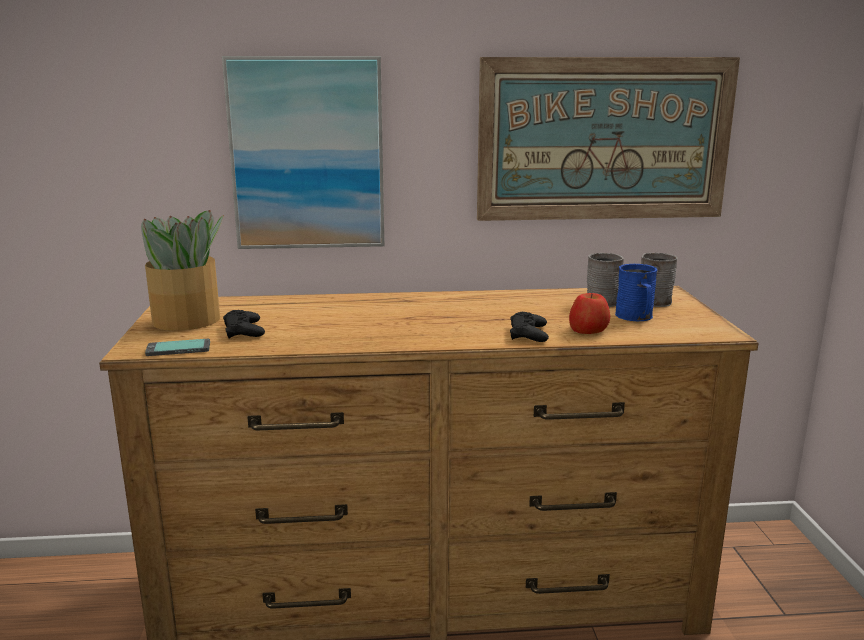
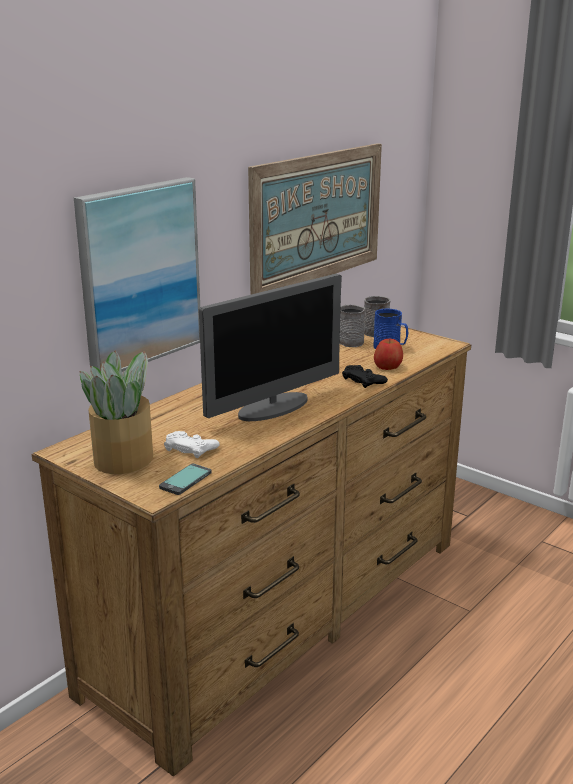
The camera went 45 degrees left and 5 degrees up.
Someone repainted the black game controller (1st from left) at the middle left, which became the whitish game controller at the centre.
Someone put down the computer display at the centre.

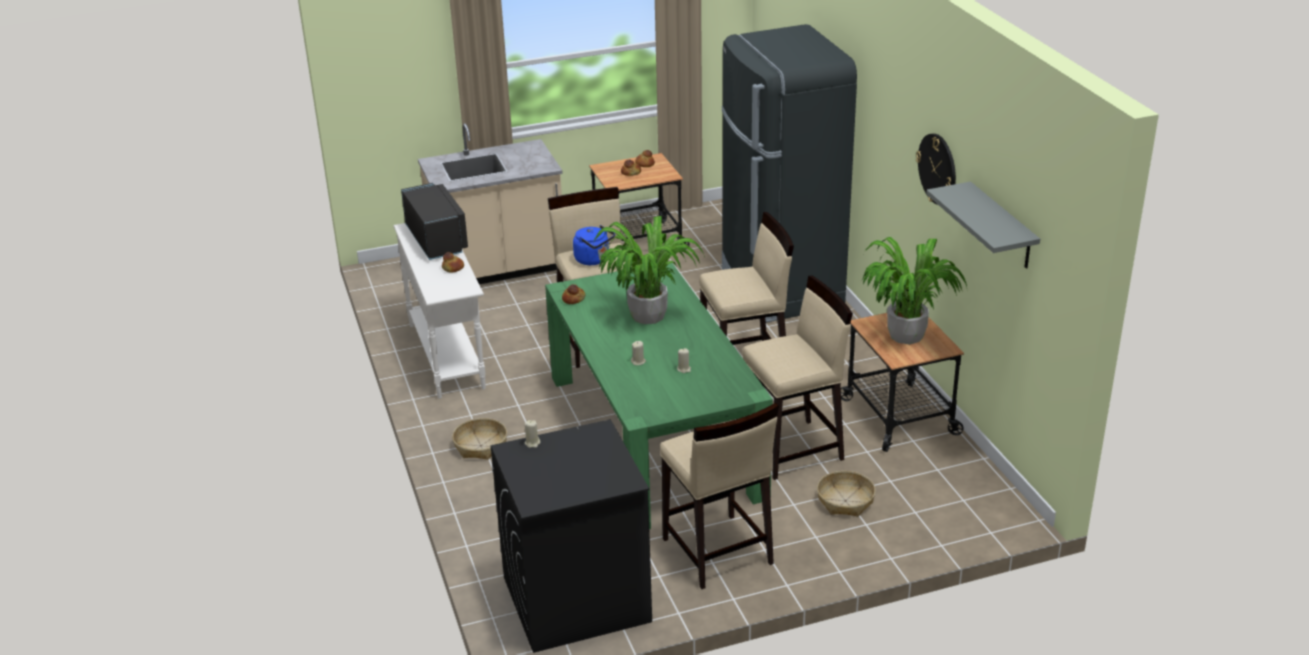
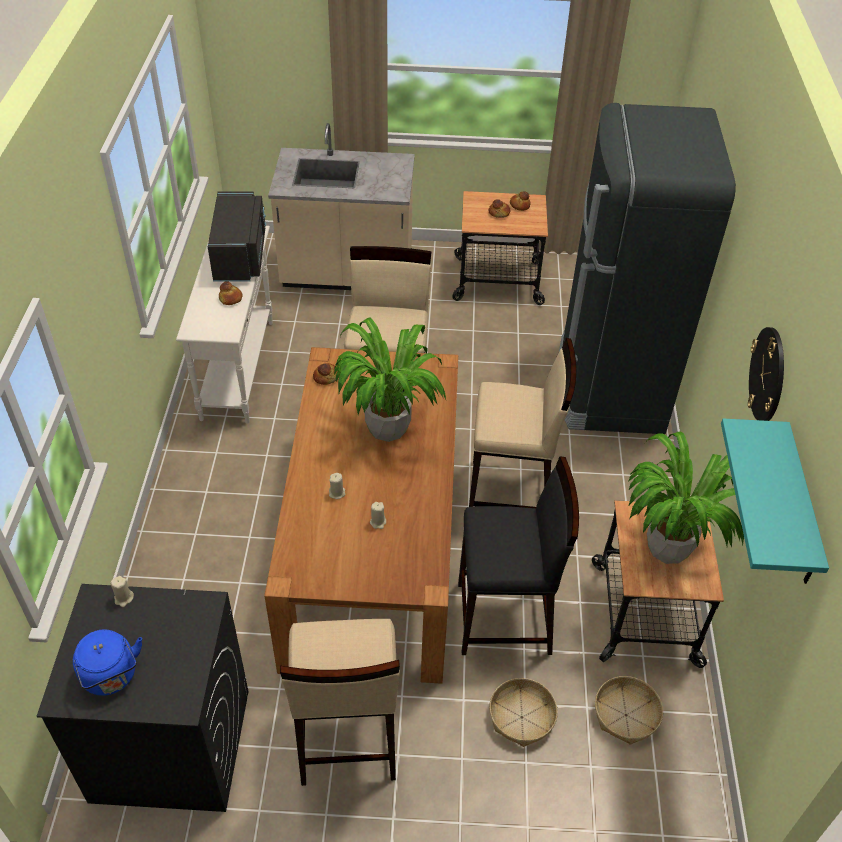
The camera went 20 degrees right and 15 degrees up.
Someone repainted the grey bracket shelf at the middle right, which became the turquoise-coloured bracket shelf at the middle right.
Someone carried the bluish kettle from the centre to the bottom left.
Someone repainted the greenish dining table at the centre, which became the brownish dining table at the centre.
Someone repainted the sand-coloured sitting stool (4th from left) at the centre, which became the black sitting stool at the centre.
Someone carried the household basket (1st from left in the first image) from the bottom centre to the bottom right.

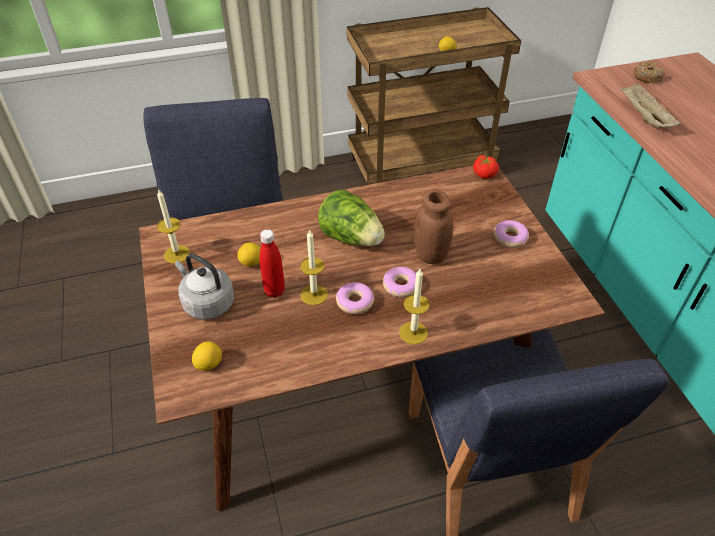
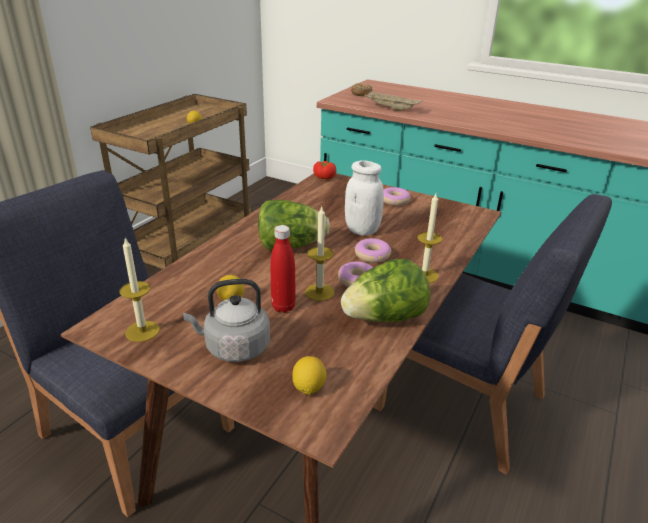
The camera went 45 degrees left and 15 degrees down.
Someone repainted the brownish jar at the centre, which became the whitish jar at the centre.
Someone put down the head of lettuce (2nd from left) at the centre.

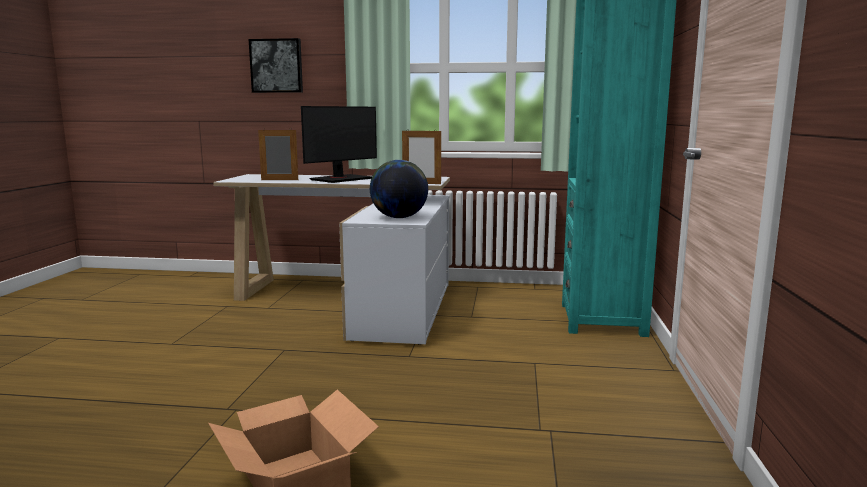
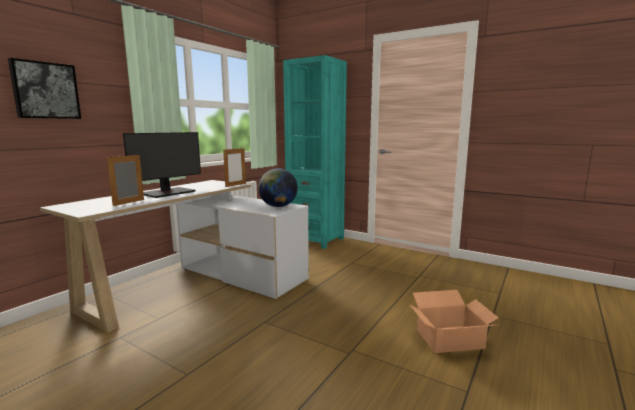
The camera went 65 degrees left and 0 degrees up.
Someone rotated the computer display at the top centre by 60 degrees clockwise.

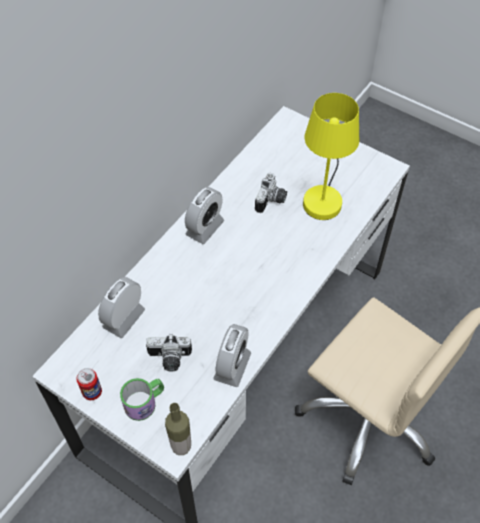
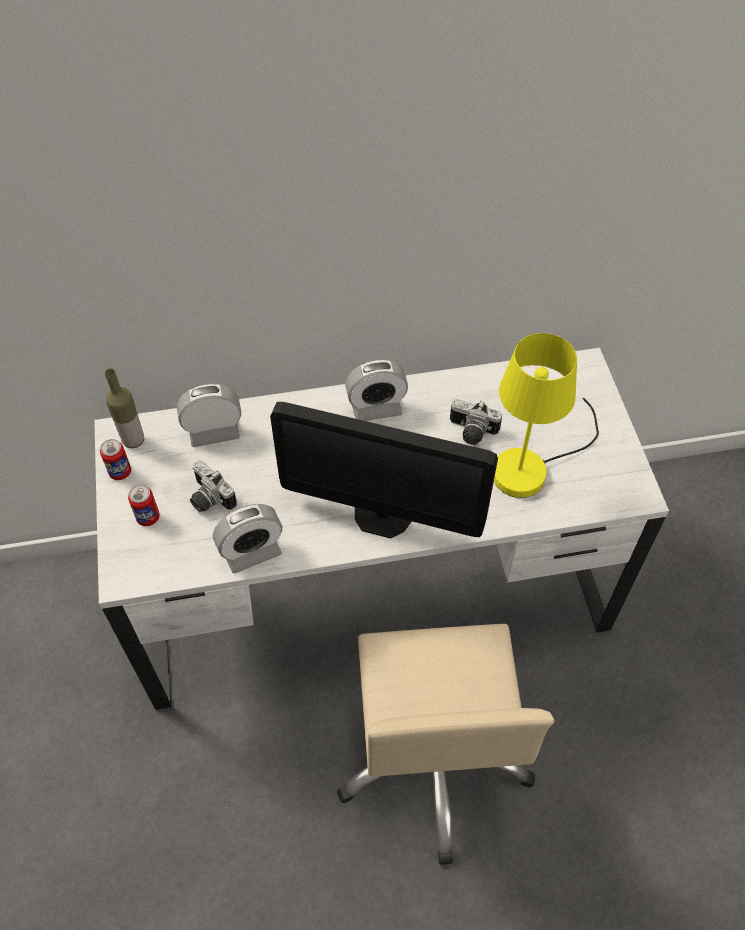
The camera went 45 degrees right and 0 degrees up.
Someone rotated the still camera (2nd from left) at the centre by 45 degrees clockwise.
Someone swapped the coffee mug at the bottom left for the metal can (2nd from left) at the middle left.
Someone carried the drink bottle from the bottom centre to the middle left.
Someone put down the computer display at the centre.

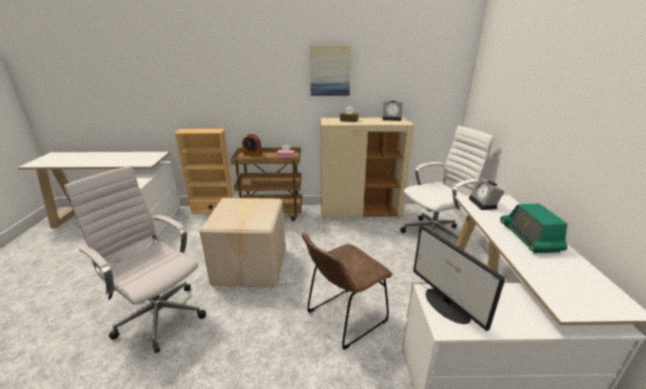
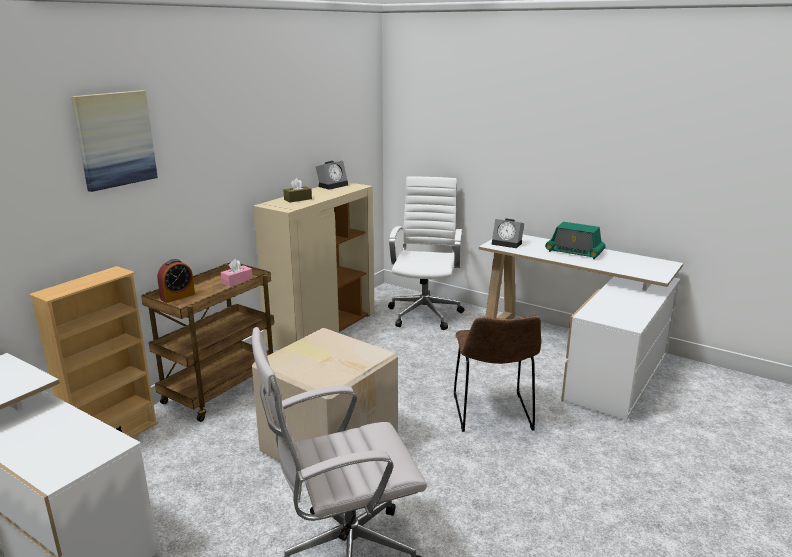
The camera went 55 degrees left and 5 degrees down.
Someone carried the wall picture from the top centre to the top left.
Someone took away the computer display at the bottom right.

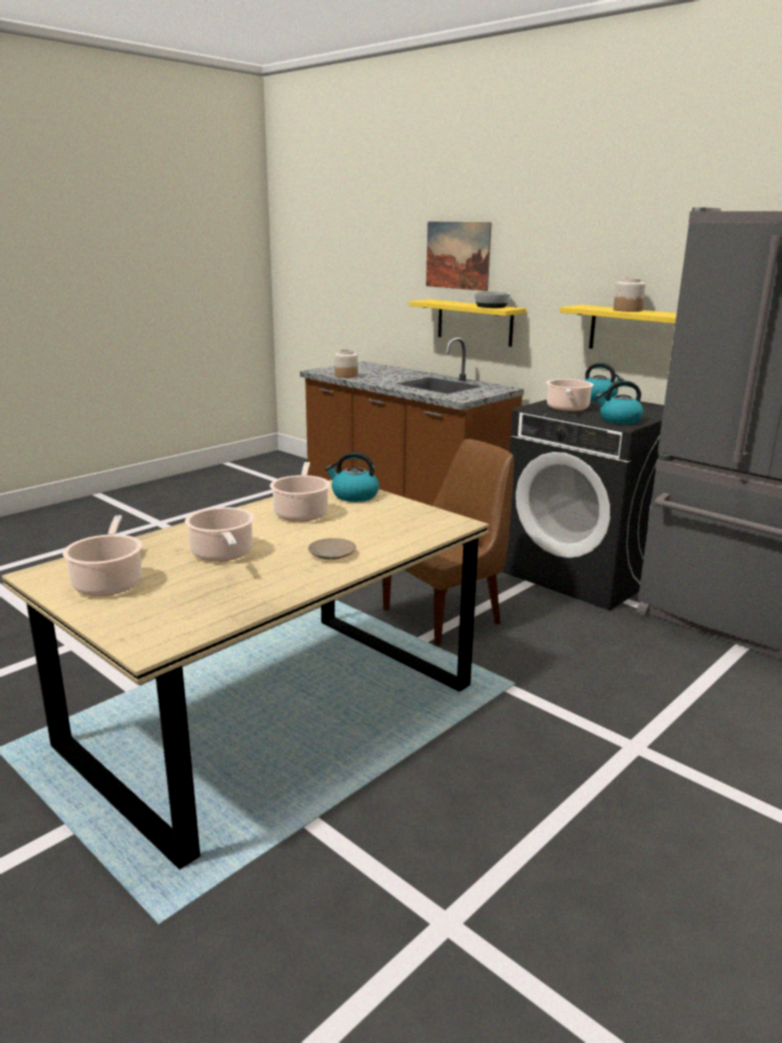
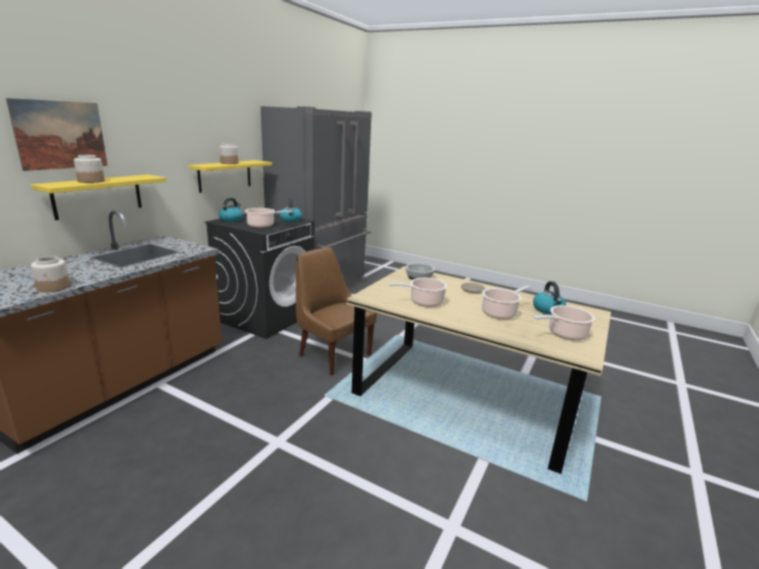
The camera went 105 degrees left and 0 degrees up.
Someone carried the bowl from the top centre to the centre.
Someone carried the kettle (1st from left in the first image) from the centre to the middle right.
Someone put down the jar (2nd from left) at the top left.

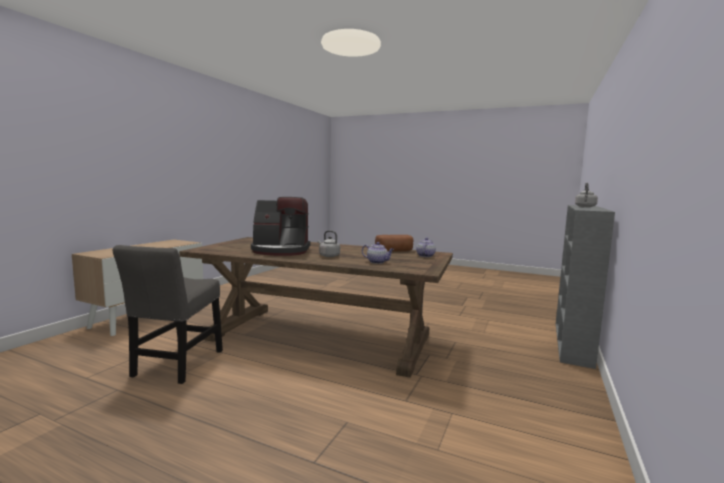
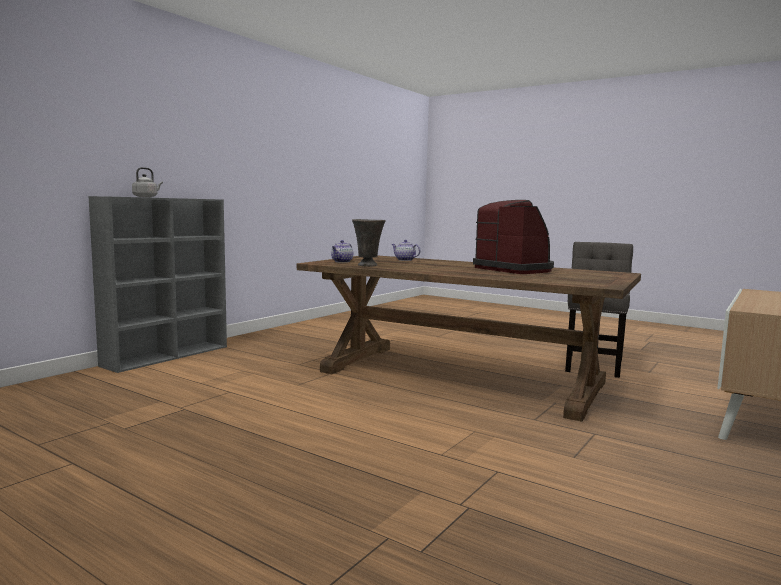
The camera went 170 degrees left and 0 degrees up.
Someone rotated the coffee brewer at the centre by 45 degrees clockwise.
Someone took away the grey kettle (1st from left) at the centre.
Someone swapped the bread at the centre for the grey flower vase at the centre.

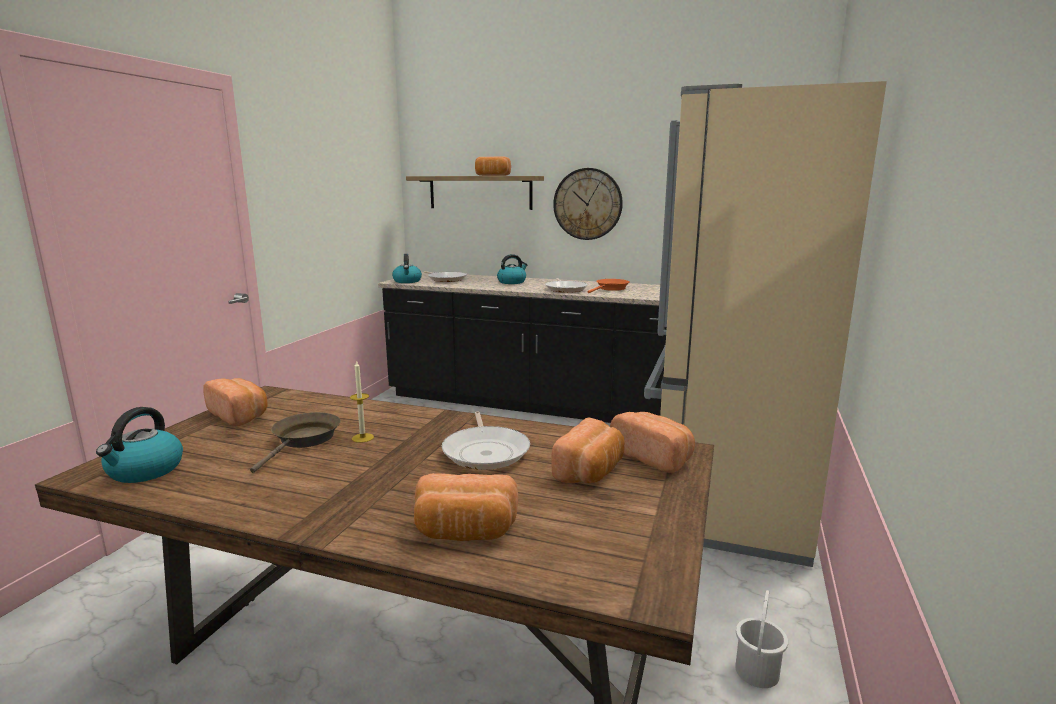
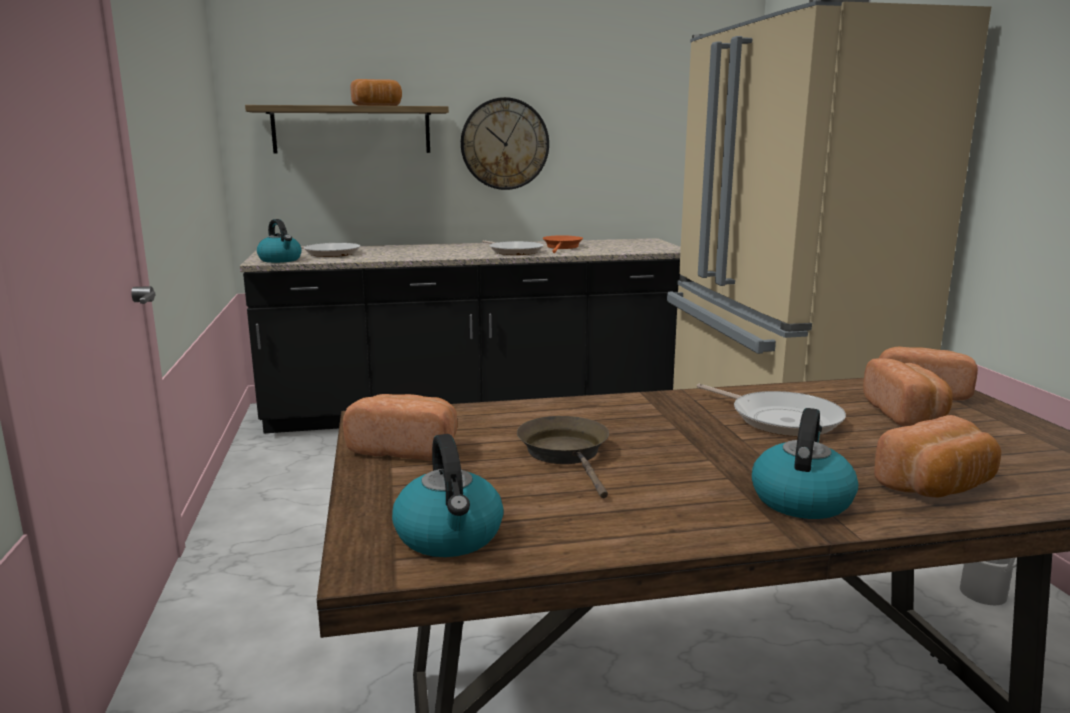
The camera went 30 degrees left and 0 degrees up.
Someone carried the kettle (3rd from left) from the centre to the middle right.
Someone took away the candle at the centre.

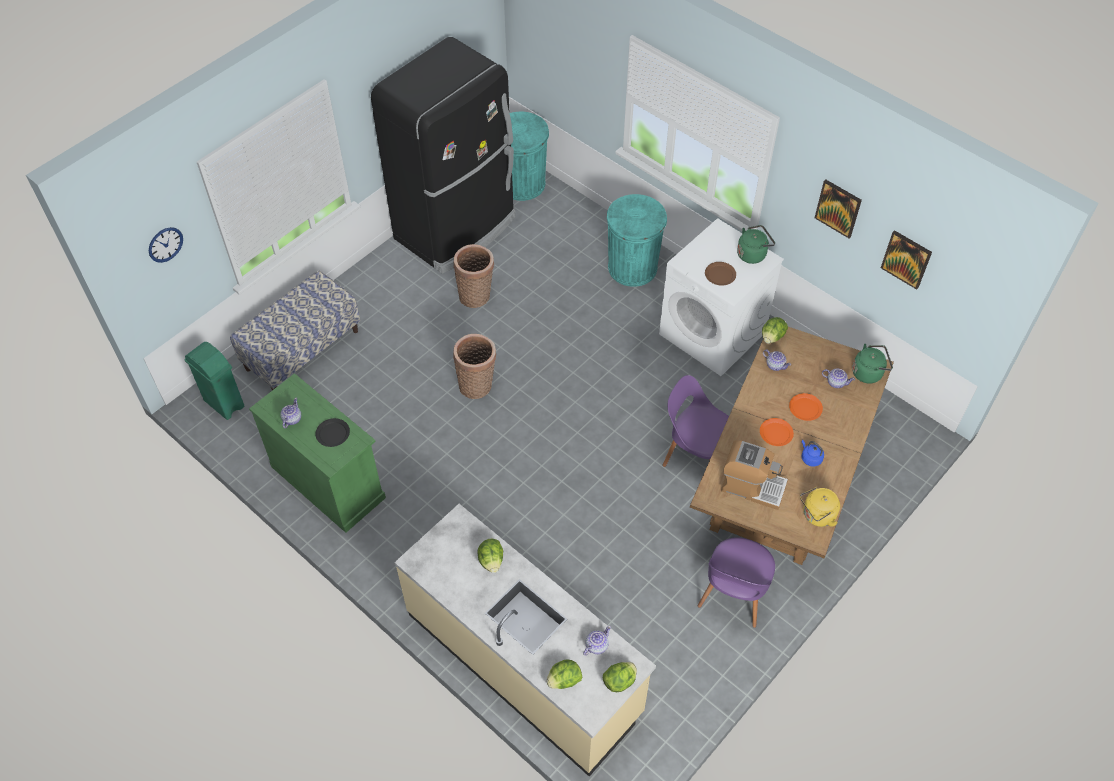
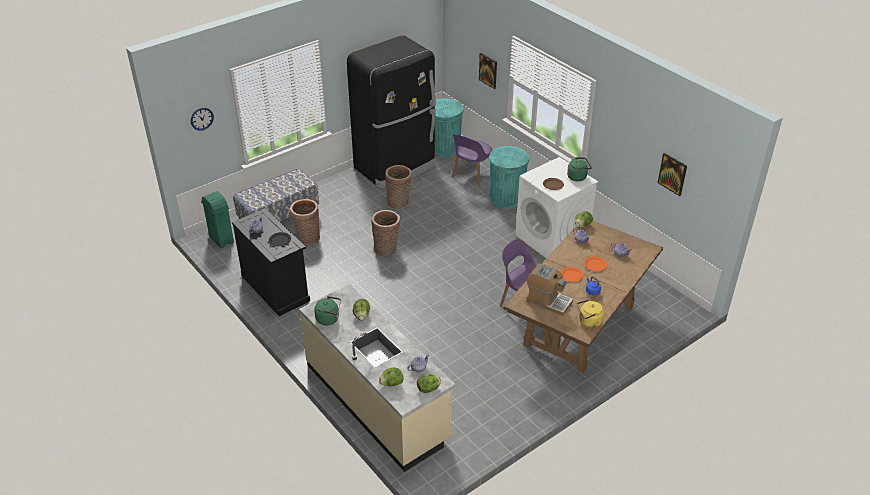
The camera went 10 degrees right and 15 degrees down.
Someone carried the wall picture (1st from left) from the top right to the top centre.
Someone carried the greenish kettle (2nd from left in the first image) from the middle right to the centre.
Someone repainted the greenish cabinet at the middle left, which became the black cabinet at the middle left.
Someone carried the purple chair (2nd from left in the first image) from the bottom centre to the top centre.
Someone put down the household basket (1st from left) at the centre.

